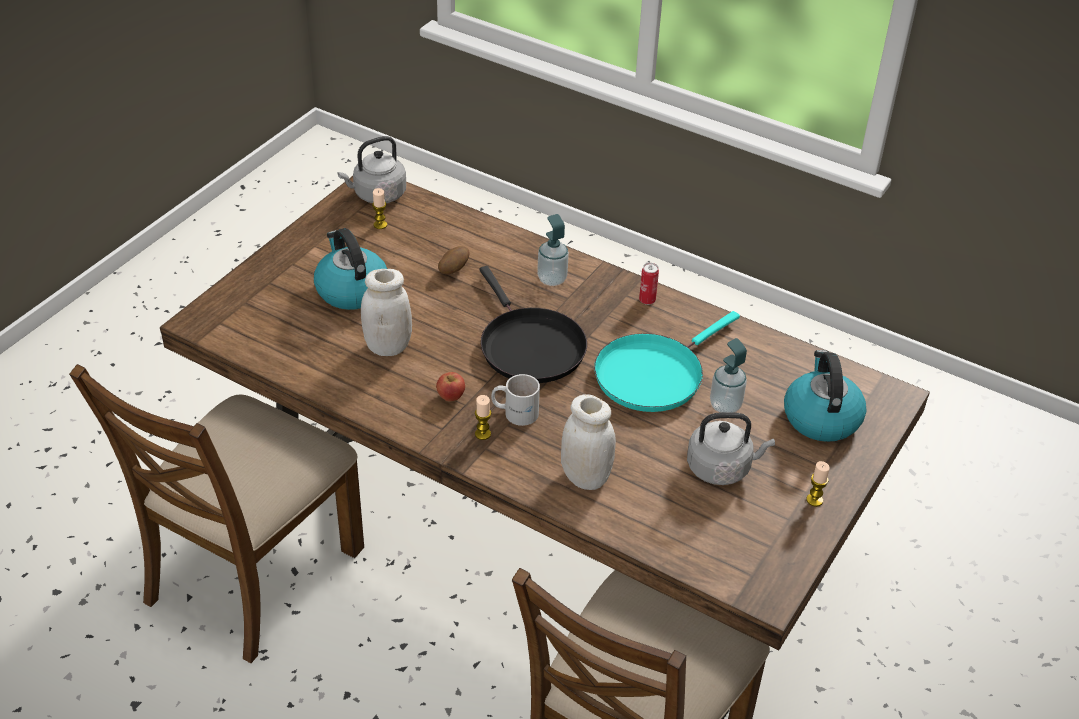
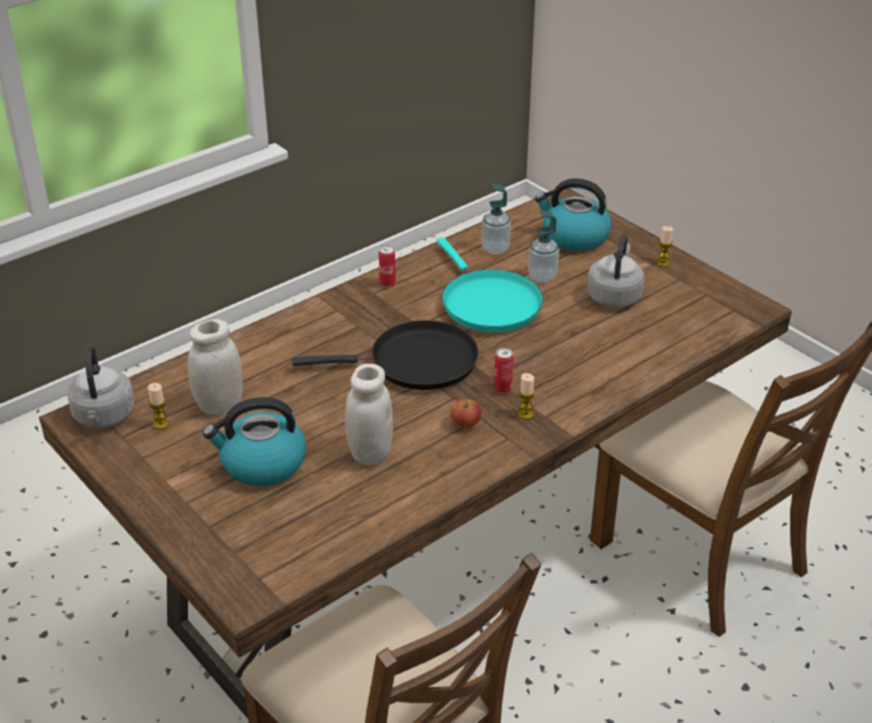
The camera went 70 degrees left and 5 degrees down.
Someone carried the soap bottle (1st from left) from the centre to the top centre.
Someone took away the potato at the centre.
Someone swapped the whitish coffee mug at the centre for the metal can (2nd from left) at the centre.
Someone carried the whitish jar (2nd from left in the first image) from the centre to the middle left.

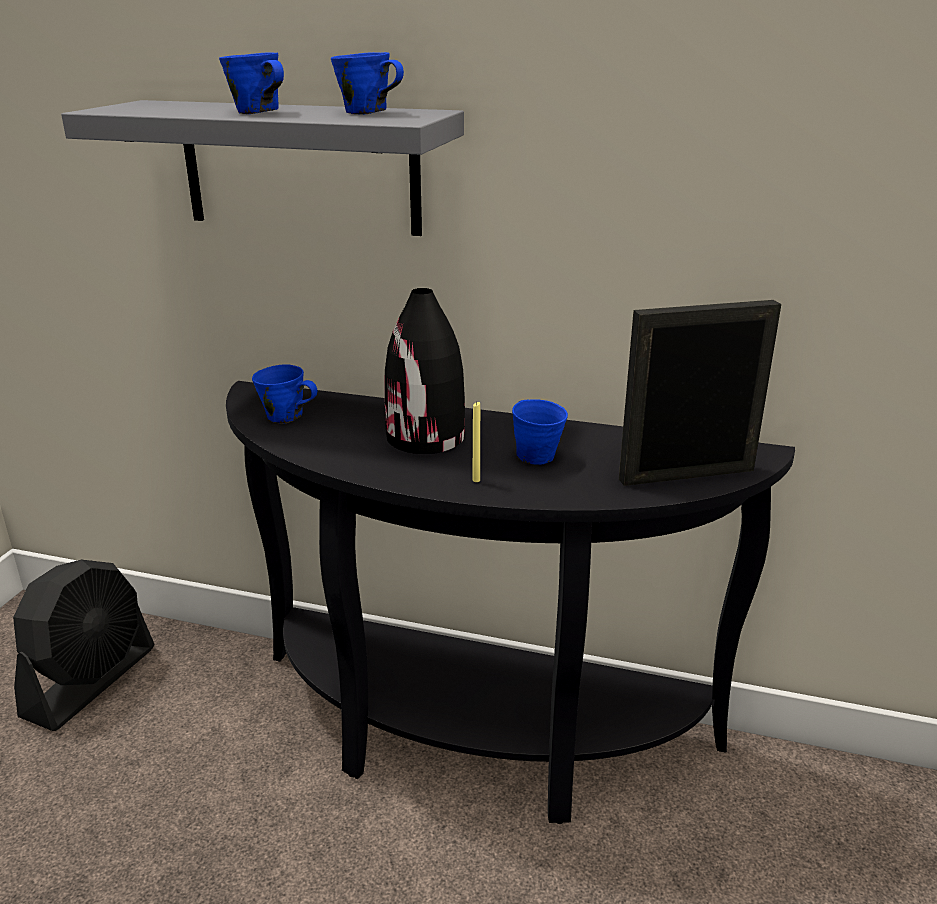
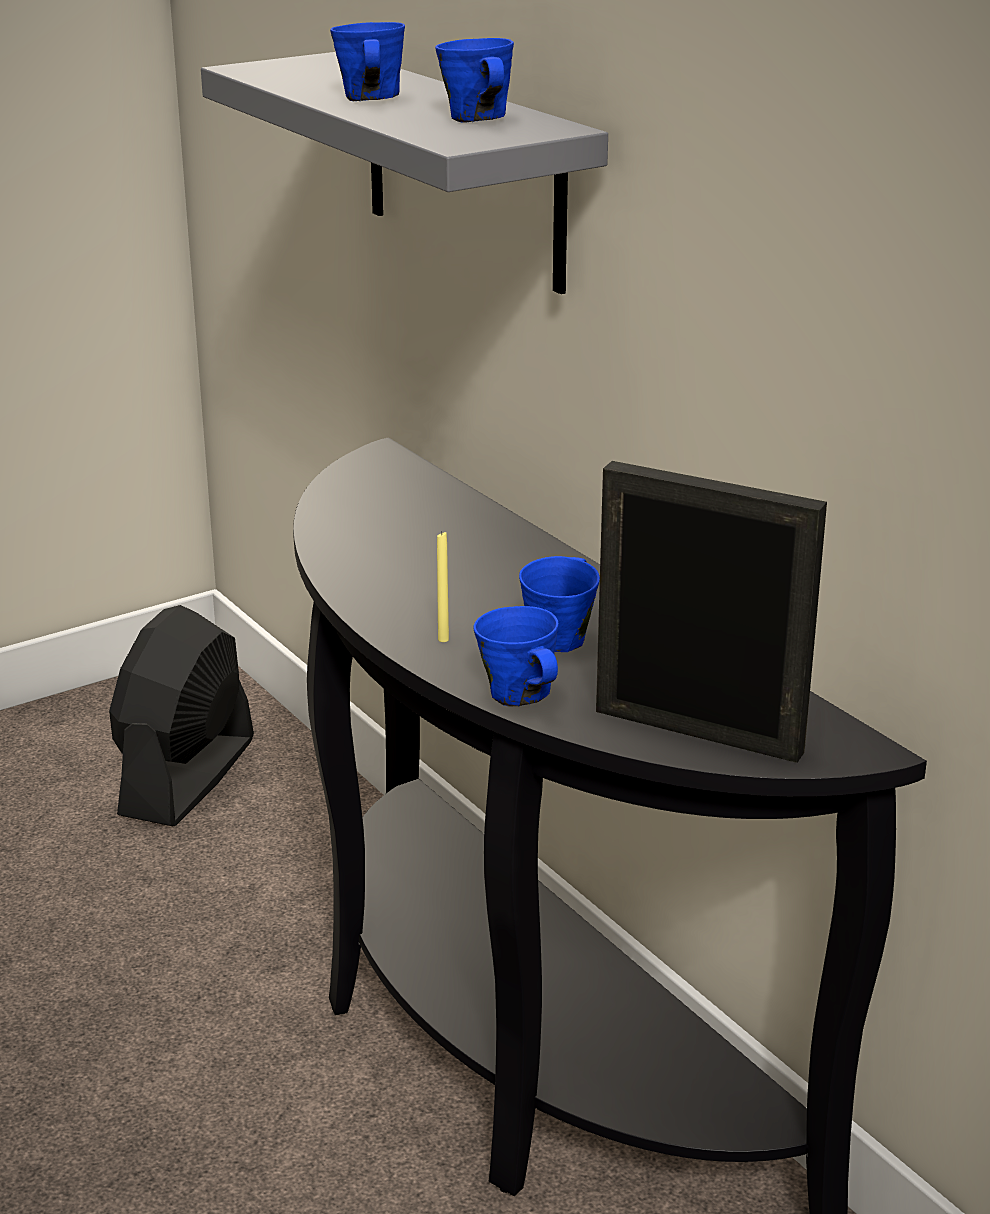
The camera went 40 degrees right and 0 degrees up.
Someone took away the black flower vase at the centre.
Someone carried the bluish coffee mug (2nd from left in the first image) from the middle left to the centre.
Someone rotated the black fan at the bottom left by 135 degrees clockwise.

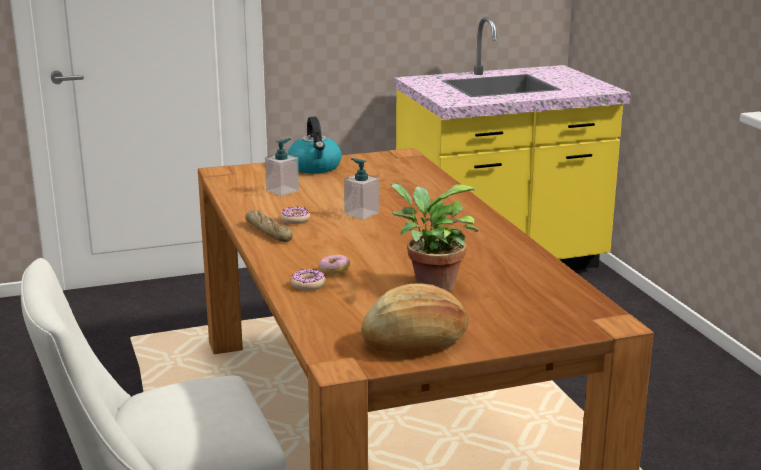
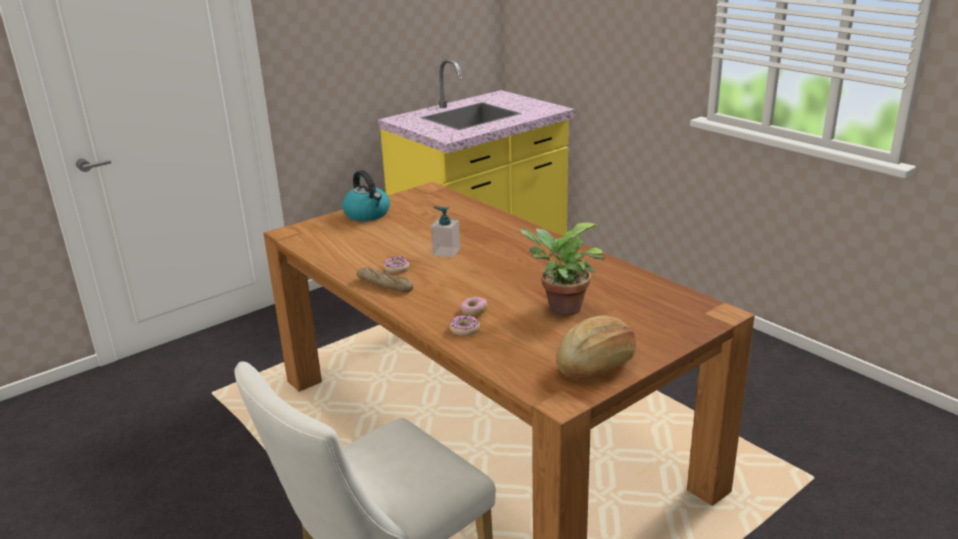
The camera went 20 degrees left and 5 degrees up.
Someone took away the soap bottle (1st from left) at the centre.

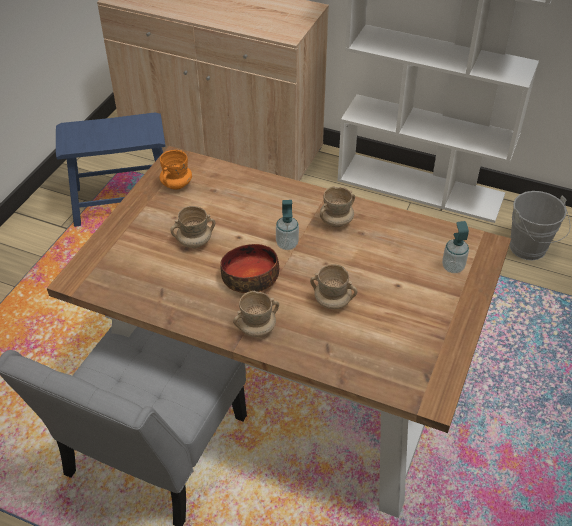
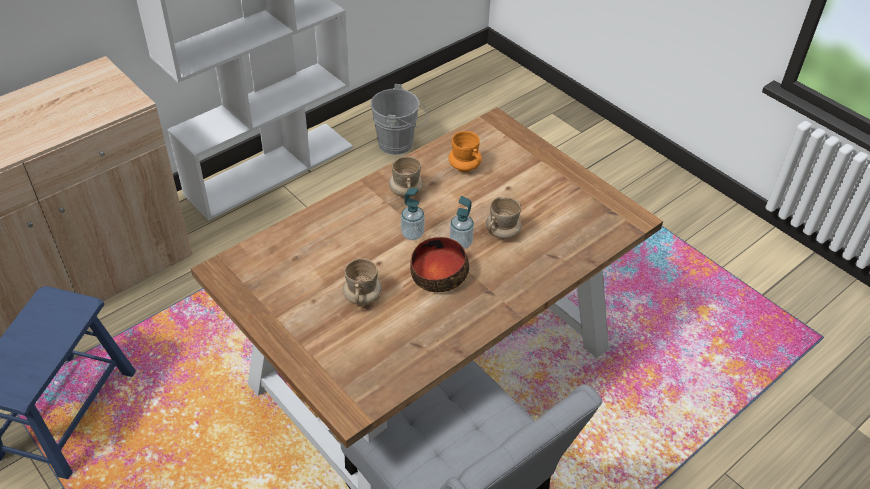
The camera went 65 degrees left and 0 degrees up.
Someone carried the orange-coloured coffee mug from the top left to the top centre.
Someone carried the soap bottle (2nd from left) from the middle right to the centre.
Someone took away the sand-coloured coffee mug (2nd from left) at the centre.

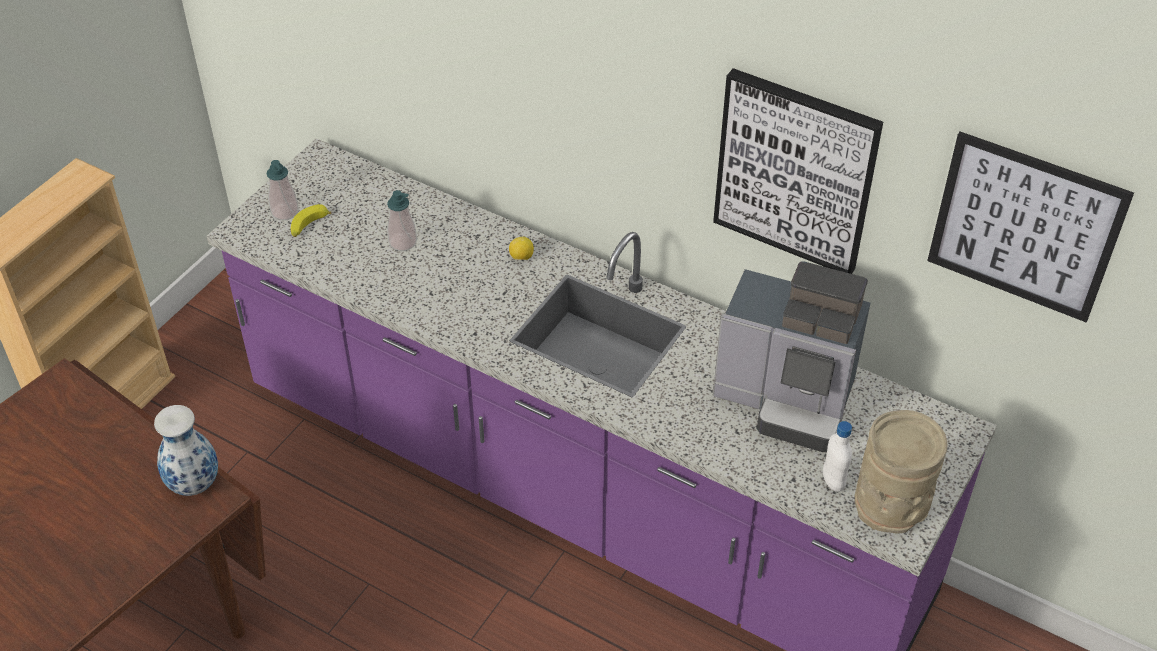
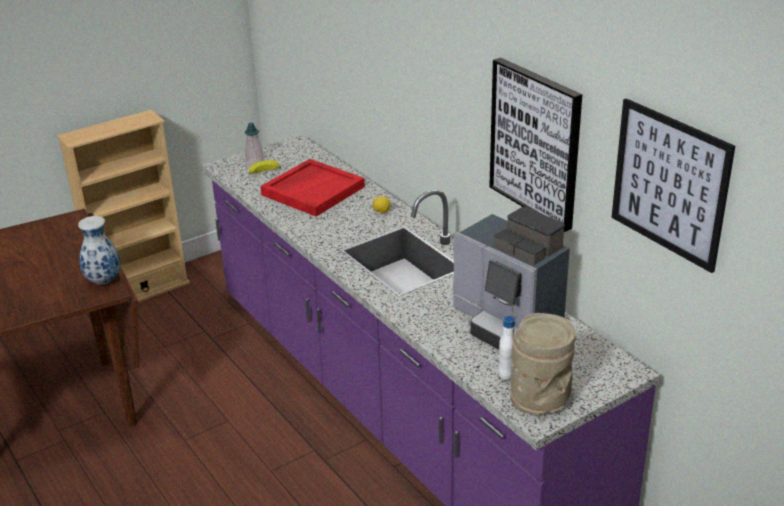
The camera went 25 degrees right and 15 degrees down.
Someone swapped the soap bottle (2nd from left) at the centre for the reddish serving tray at the centre.

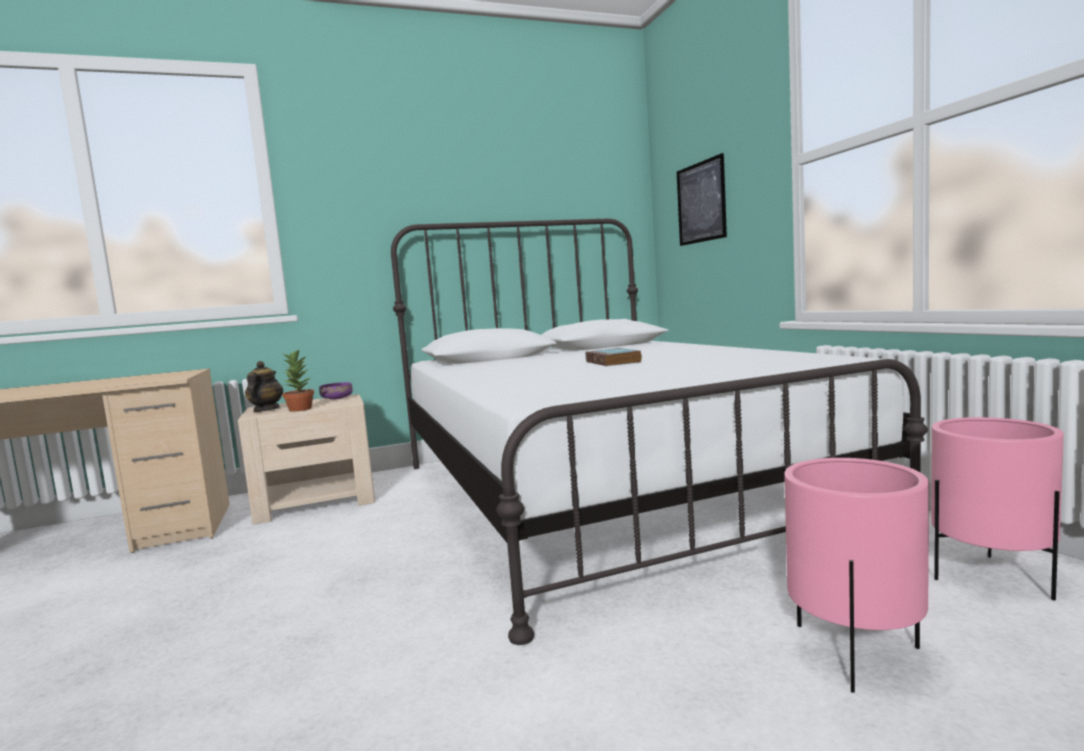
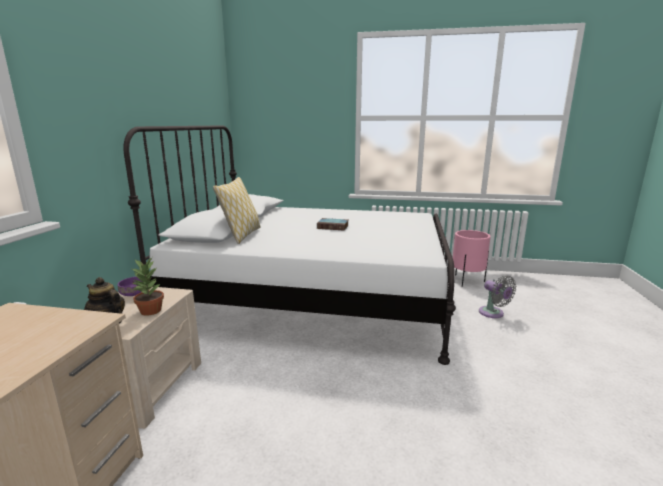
The camera went 60 degrees left and 10 degrees up.
Someone took away the wall picture at the top centre.
Someone swapped the pinkish plant pot (1st from left) at the bottom right for the grey fan at the middle right.
Someone put down the pillow at the centre.

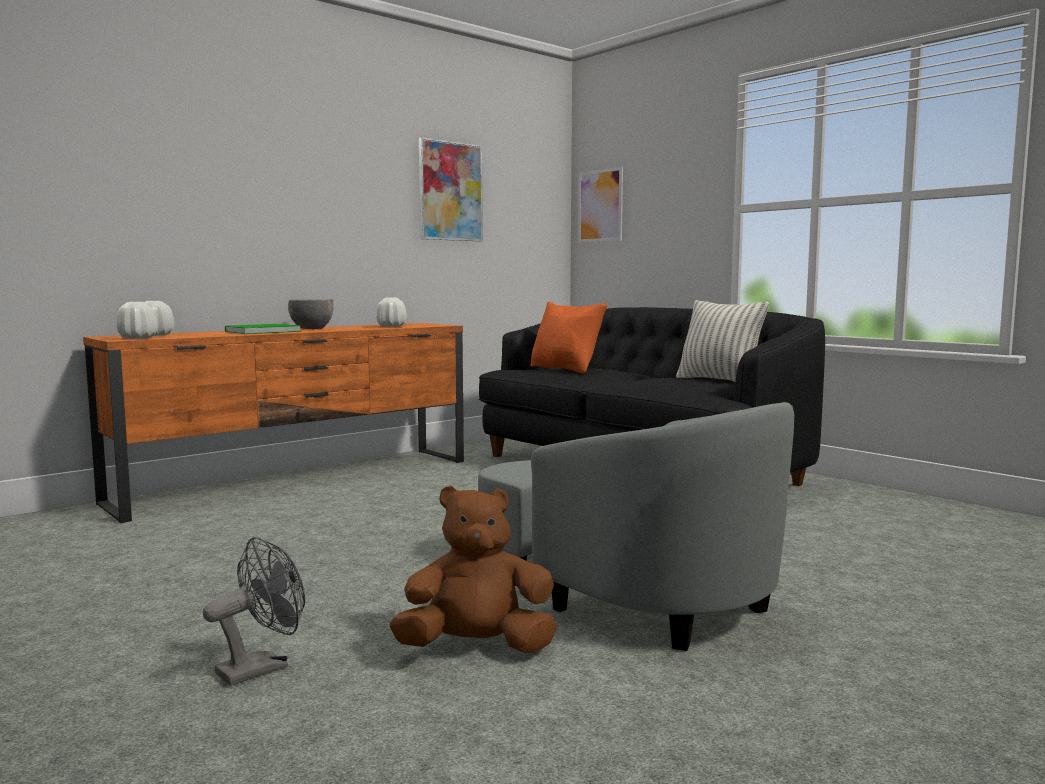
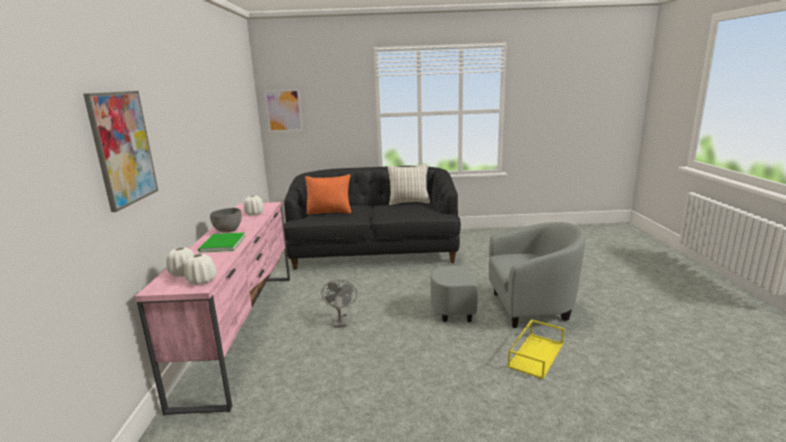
The camera went 50 degrees left and 10 degrees up.
Someone carried the wall picture (1st from left) from the top centre to the middle left.
Someone repainted the orange-coloured media console at the middle left, which became the pinkish media console at the bottom left.
Someone swapped the brownish cuddly toy at the bottom centre for the yellow serving tray at the bottom right.
Someone carried the grey fan from the bottom left to the bottom centre.

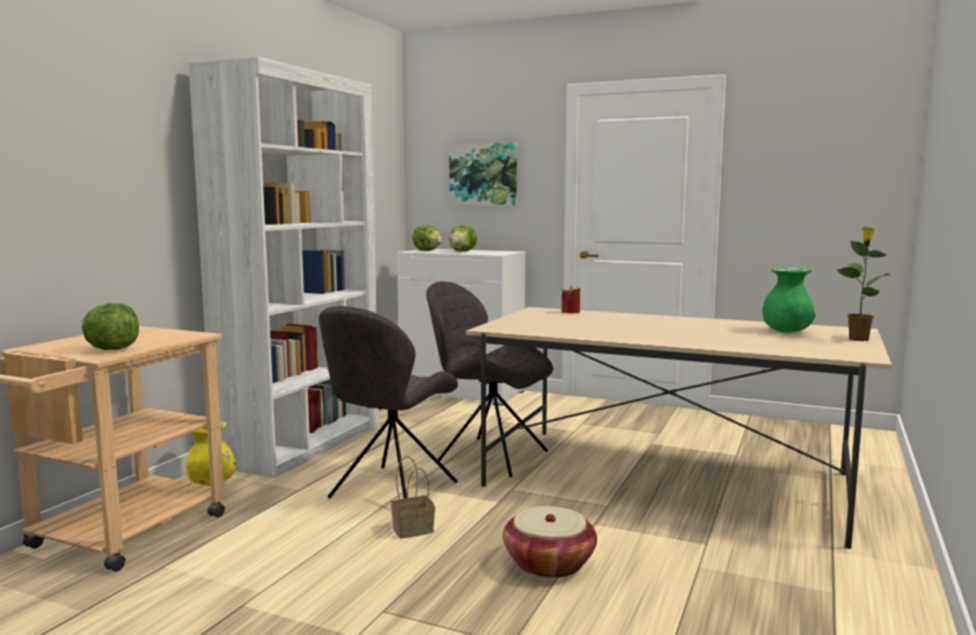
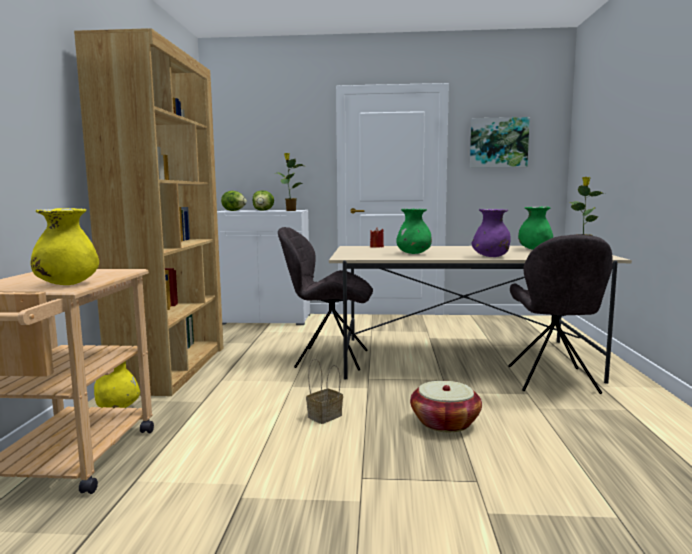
The camera went 20 degrees left and 0 degrees up.
Someone repainted the whitish shelving unit at the middle left, which became the brownish shelving unit at the middle left.
Someone carried the wall picture from the top centre to the top right.
Someone swapped the head of lettuce (1st from left) at the middle left for the yellow flower vase (1st from left) at the middle left.
Someone carried the grey chair (1st from left in the first image) from the centre to the middle right.
Someone put down the potted plant (1st from left) at the top centre.
Someone put down the greenish flower vase (1st from left) at the centre.
Someone put down the purple flower vase at the middle right.

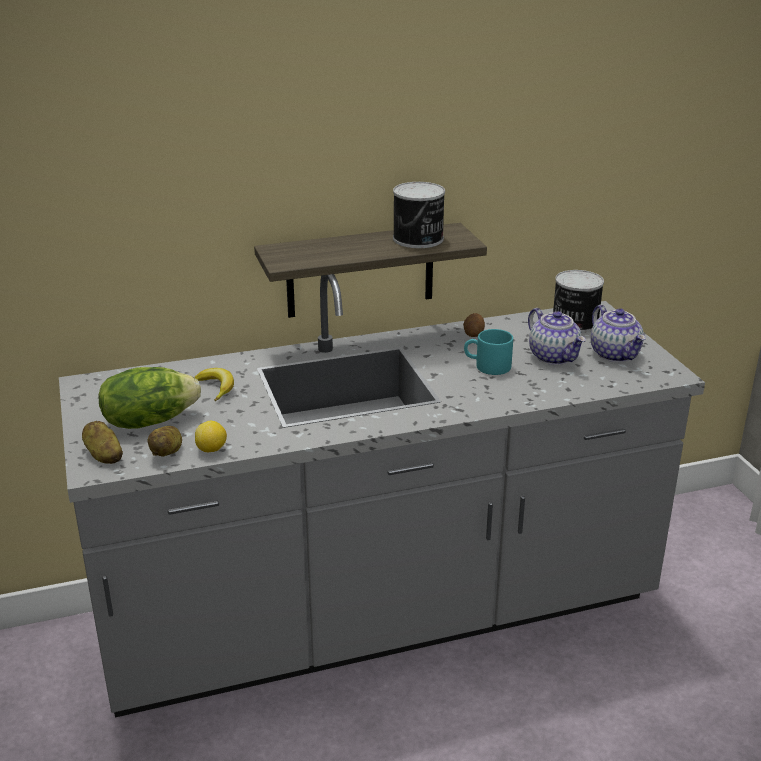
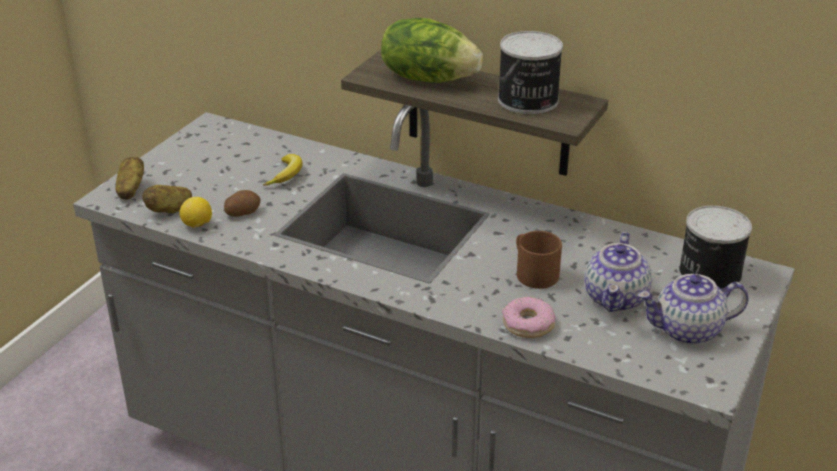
The camera went 45 degrees right and 5 degrees up.
Someone rotated the pot for tea (2nd from left) at the middle right by 60 degrees clockwise.
Someone carried the potato (3rd from left) from the centre to the middle left.
Someone repainted the turquoise-coloured coffee mug at the centre, which became the brownish coffee mug at the centre.
Someone carried the head of lettuce from the middle left to the top centre.
Someone put down the ring doughnut at the bottom centre.

